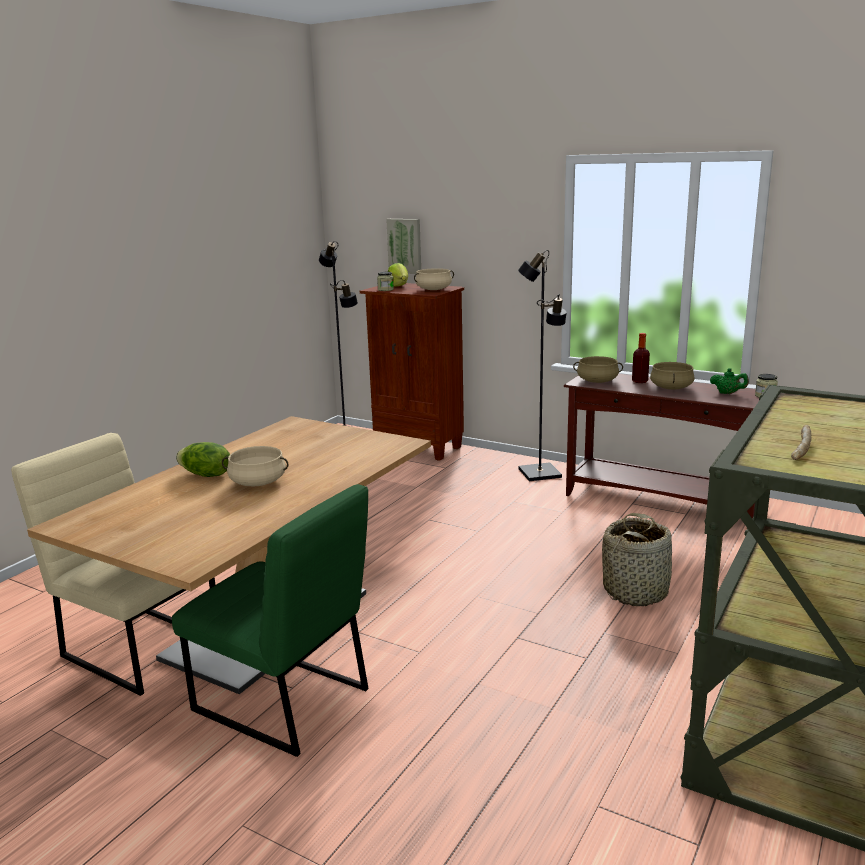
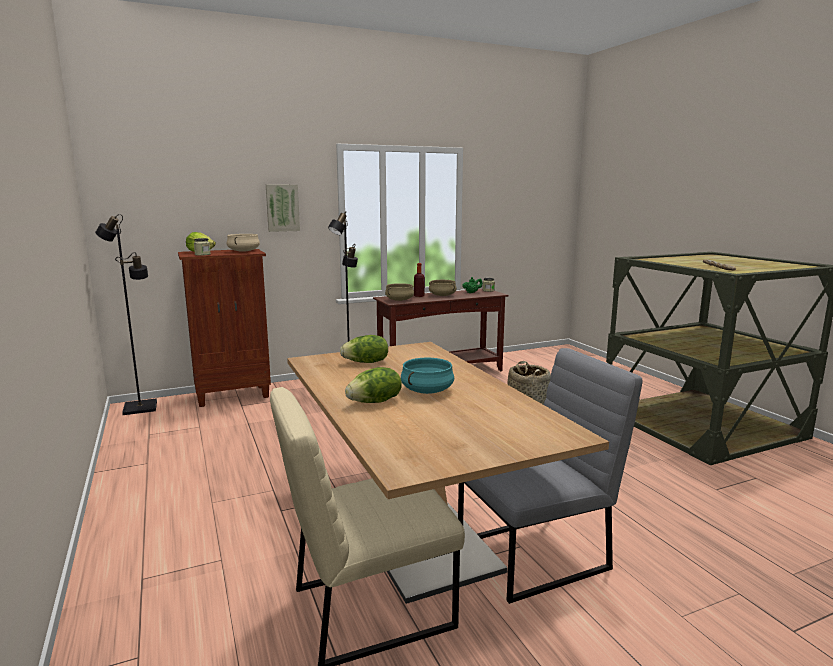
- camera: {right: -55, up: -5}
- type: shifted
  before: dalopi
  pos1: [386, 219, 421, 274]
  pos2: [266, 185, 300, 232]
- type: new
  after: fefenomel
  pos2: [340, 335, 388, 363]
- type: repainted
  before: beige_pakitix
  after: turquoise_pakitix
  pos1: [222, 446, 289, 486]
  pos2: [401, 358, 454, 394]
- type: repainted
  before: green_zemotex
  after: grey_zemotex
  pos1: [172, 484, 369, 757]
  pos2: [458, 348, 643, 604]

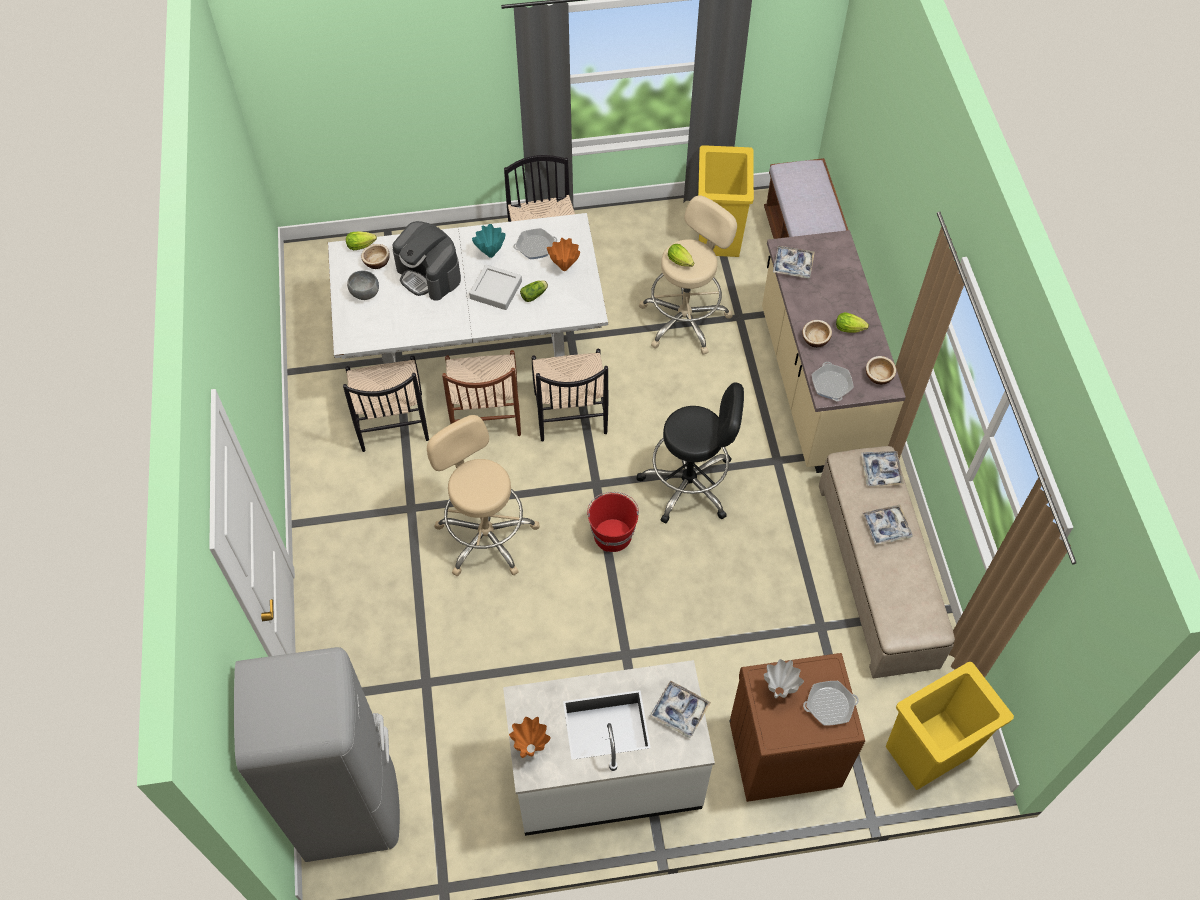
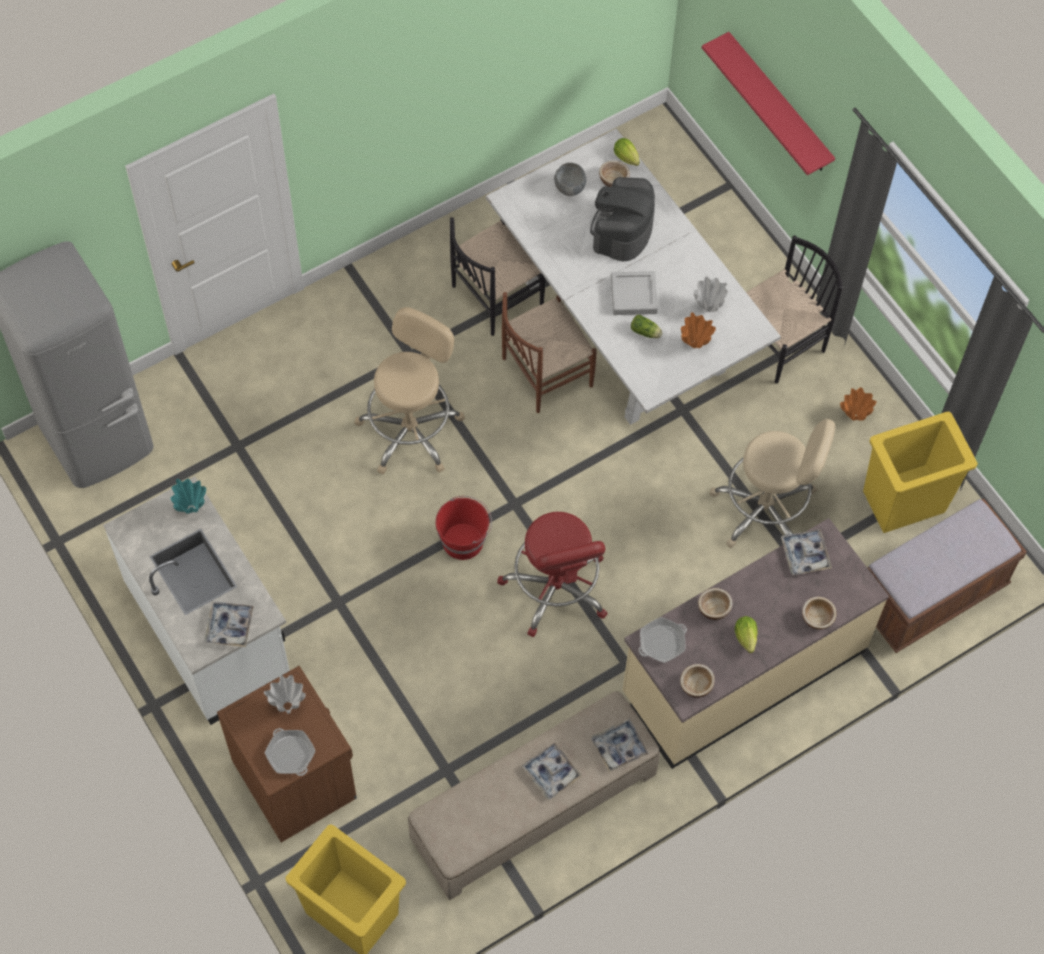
- camera: {right: 65, up: 5}
- type: shifted
  before: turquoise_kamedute
  pos1: [472, 224, 506, 258]
  pos2: [170, 479, 206, 514]
- type: repainted
  before: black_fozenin
  after: red_fozenin
  pos1: [636, 382, 744, 523]
  pos2: [497, 512, 607, 637]
- type: swapped
  before: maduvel
  after: white_kamedute
  pos1: [513, 228, 557, 259]
  pos2: [693, 276, 728, 312]
- type: new
  after: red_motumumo
  pos2: [702, 32, 835, 175]
- type: new
  after: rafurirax
  pos2: [802, 597, 837, 630]
- type: shifted
  before: orange_kamedute
  pos1: [509, 717, 551, 758]
  pos2: [840, 387, 877, 421]
- type: gone
  before: black_zemotex
  pos1: [532, 349, 608, 441]
- type: gone
  before: fefenomel
  pos1: [668, 244, 694, 267]

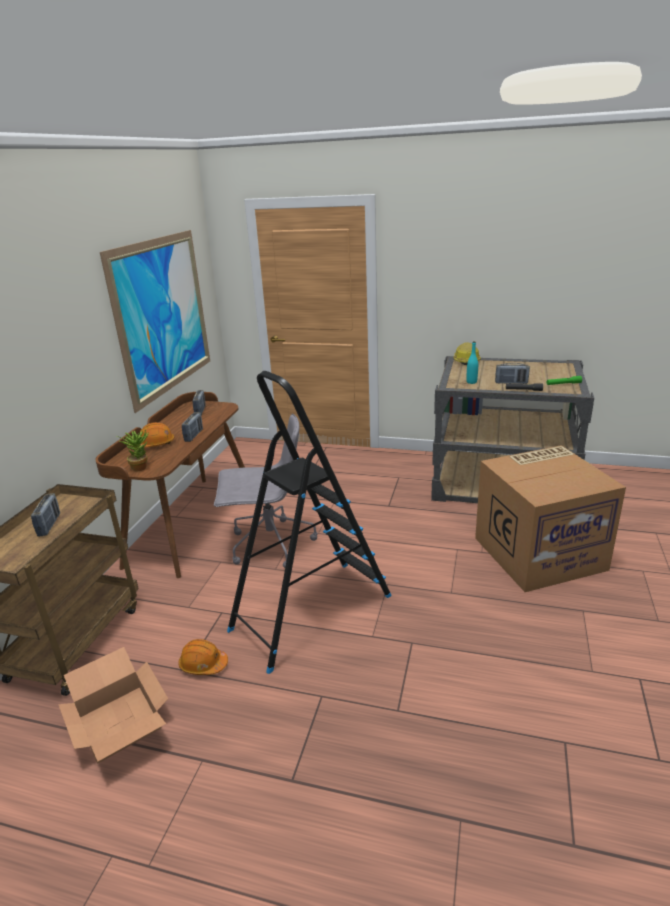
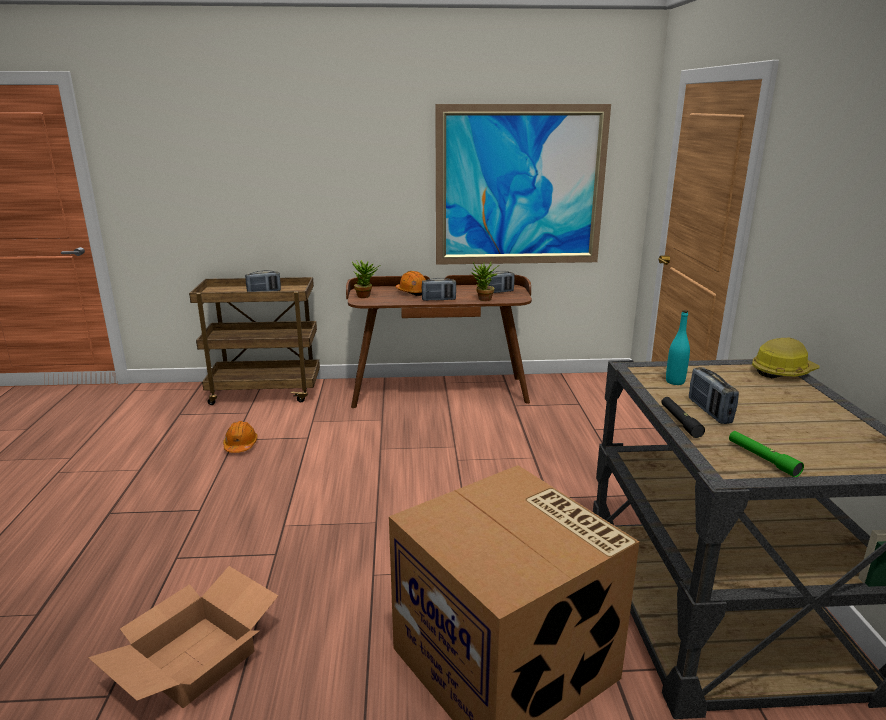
- camera: {right: 70, up: -5}
- type: shifted
  before: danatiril
  pos1: [58, 647, 168, 763]
  pos2: [88, 566, 278, 708]
- type: new
  after: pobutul
  pos2: [471, 262, 499, 301]
- type: gone
  before: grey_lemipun
  pos1: [214, 413, 318, 568]
- type: gone
  before: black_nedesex
  pos1: [227, 371, 392, 674]

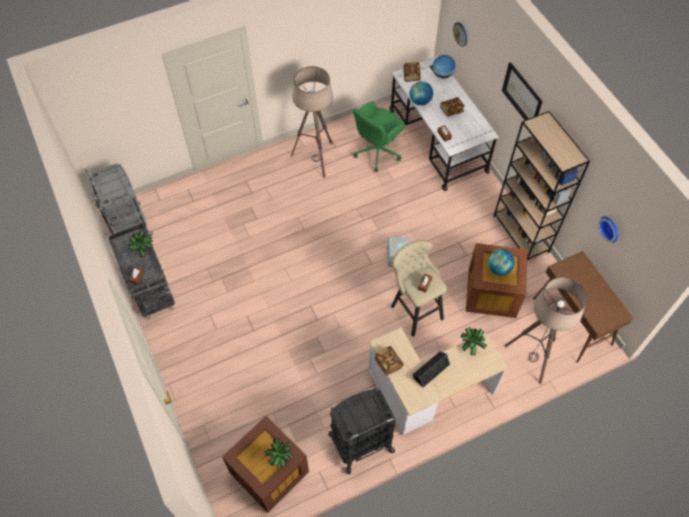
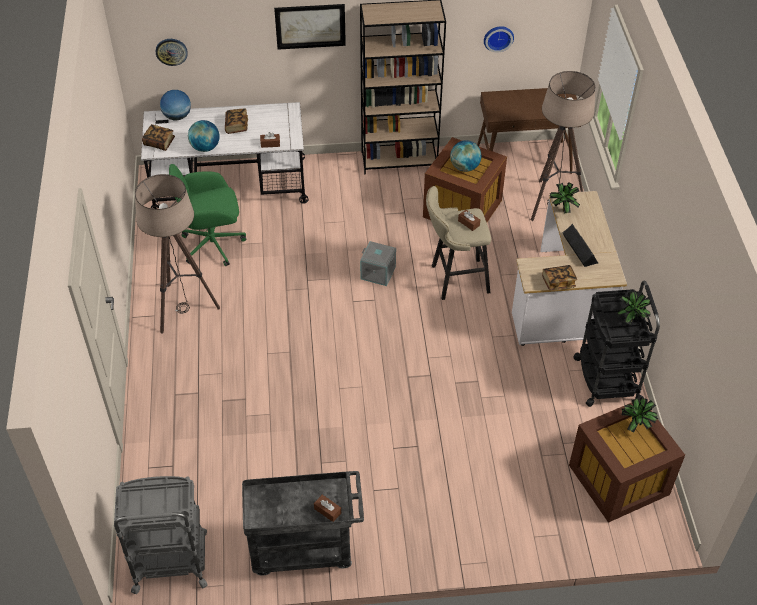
- camera: {right: -70, up: -10}
- type: rotated
  before: green_lemipun
  pos1: [353, 102, 405, 172]
  pos2: [169, 164, 246, 266]
  turn: 105
- type: shifted
  before: pobutul
  pos1: [128, 231, 153, 257]
  pos2: [618, 291, 651, 325]

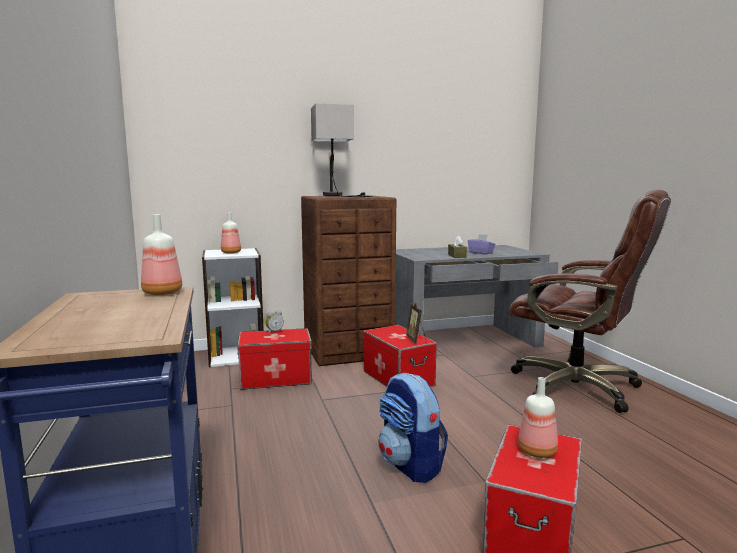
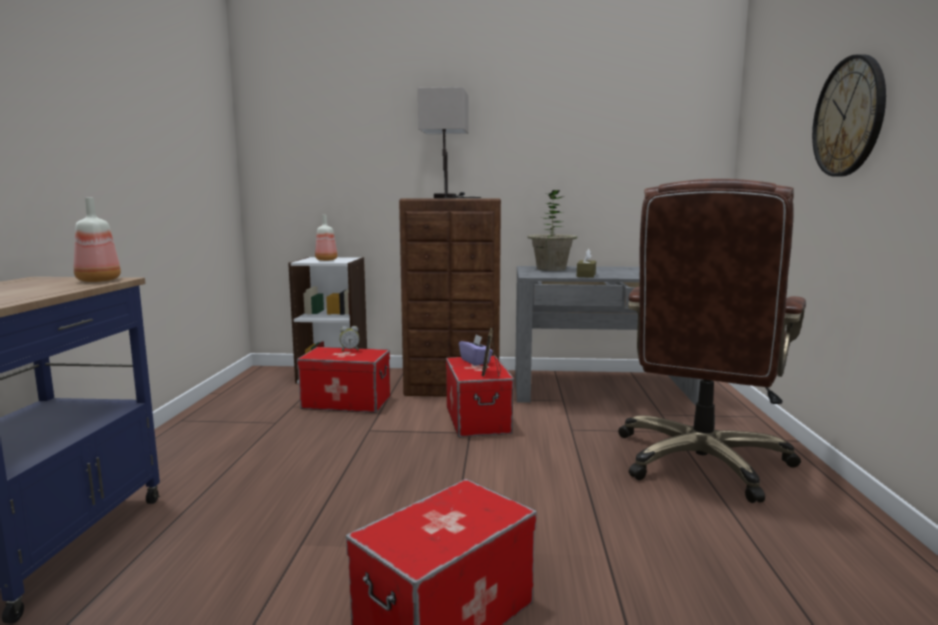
- camera: {right: 20, up: 0}
- type: shifted
  before: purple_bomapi
  pos1: [468, 234, 496, 254]
  pos2: [459, 335, 493, 366]
- type: new
  after: pobutul
  pos2: [527, 190, 578, 271]
- type: rotated
  before: brown_lemipun
  pos1: [509, 190, 671, 413]
  pos2: [618, 179, 806, 503]
  turn: 60
- type: new
  after: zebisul
  pos2: [812, 54, 886, 177]
- type: gone
  before: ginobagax
  pos1: [379, 373, 448, 483]
- type: gone
  before: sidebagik
  pos1: [518, 377, 558, 458]

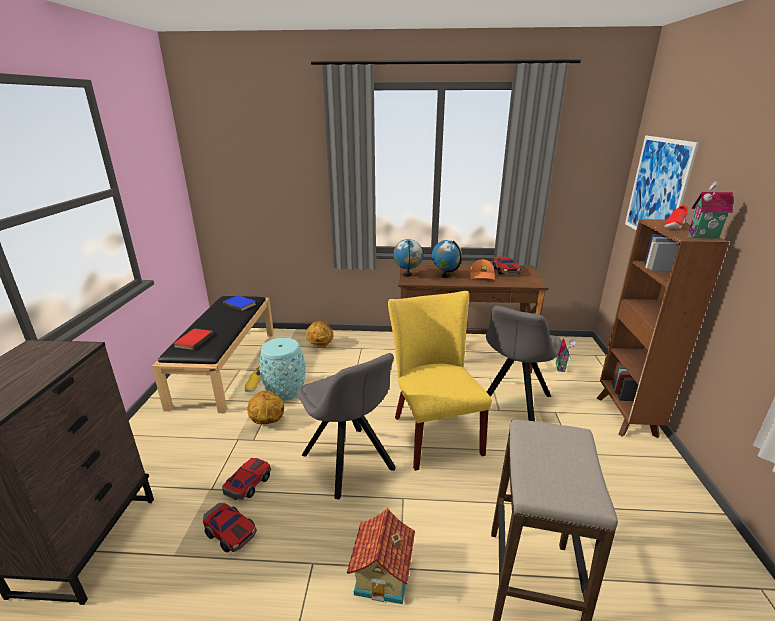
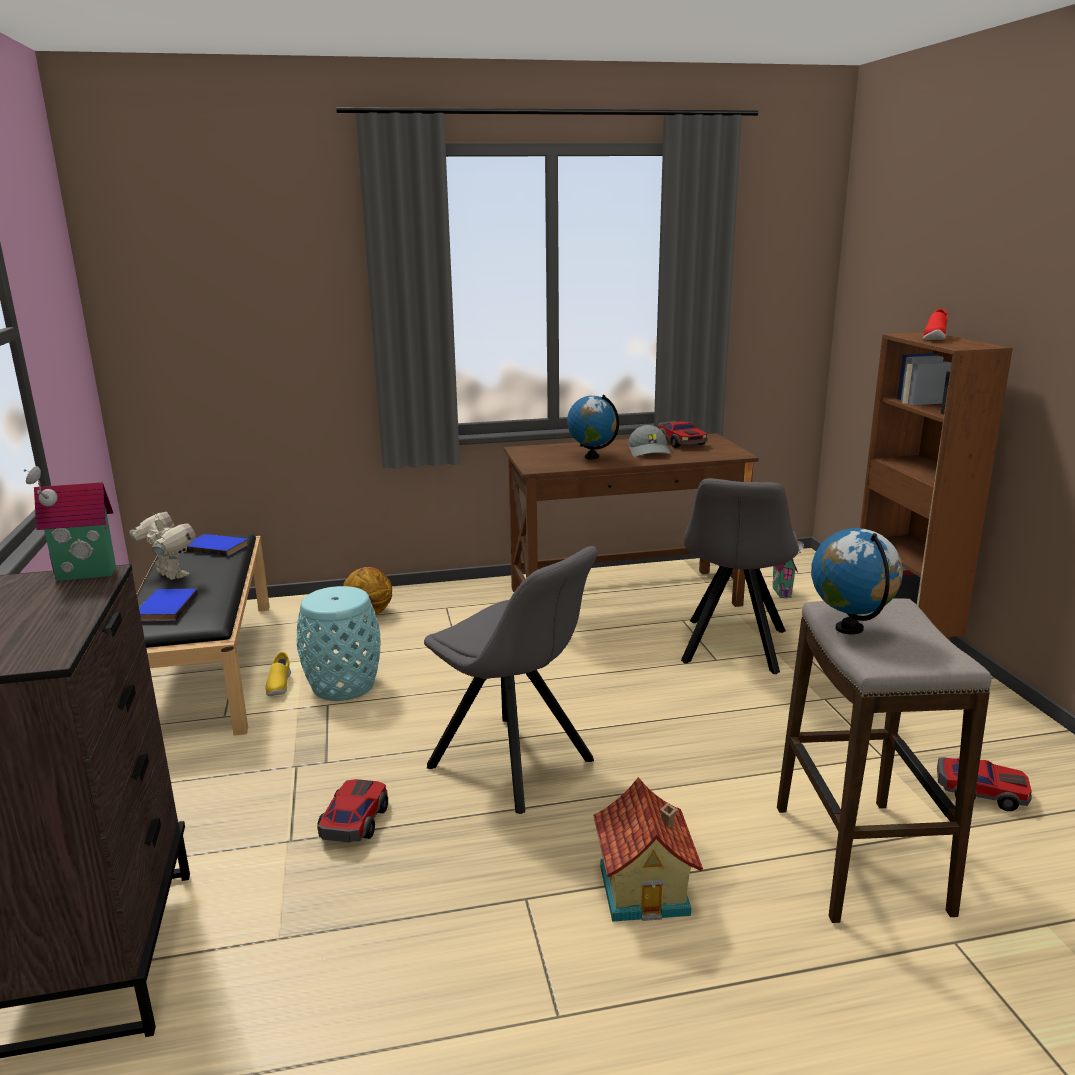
- camera: {right: -15, up: -5}
- type: shifted
  before: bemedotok
  pos1: [688, 181, 733, 238]
  pos2: [24, 466, 116, 581]
- type: new
  after: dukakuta
  pos2: [129, 512, 196, 580]
- type: repainted
  before: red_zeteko
  after: blue_zeteko
  pos1: [174, 329, 213, 350]
  pos2: [139, 588, 198, 622]
- type: repainted
  before: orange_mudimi
  after: grey_mudimi
  pos1: [470, 259, 495, 280]
  pos2: [628, 425, 672, 457]
- type: shifted
  before: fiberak
  pos1: [393, 239, 423, 277]
  pos2: [811, 528, 903, 634]
- type: shifted
  before: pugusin
  pos1: [203, 503, 257, 552]
  pos2: [937, 757, 1032, 811]
- type: gone
  before: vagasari
  pos1: [247, 391, 284, 424]
- type: gone
  before: yellow_zemotex
  pos1: [388, 291, 492, 471]
- type: gone
  before: dalopi
  pos1: [625, 136, 699, 230]

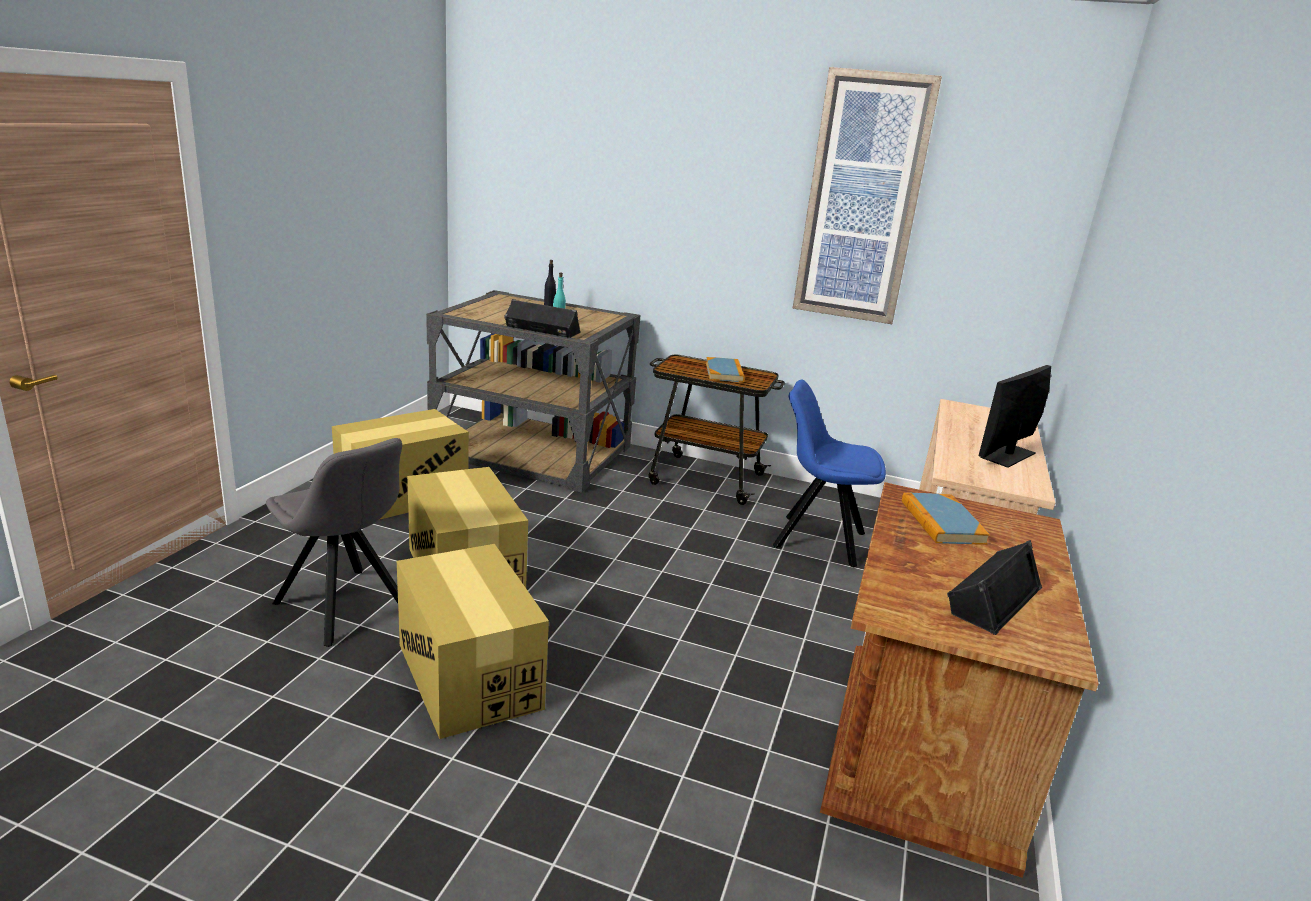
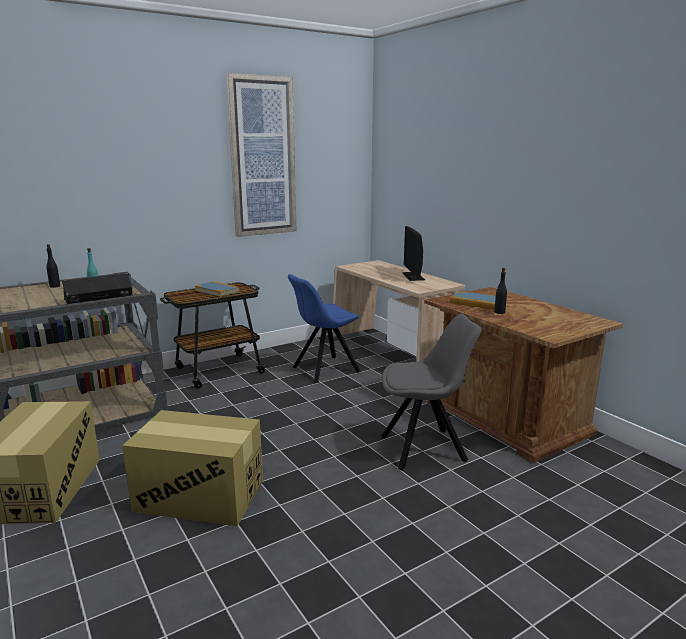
- camera: {right: -50, up: -5}
- type: shifted
  before: grey_zemotex
  pos1: [266, 438, 402, 647]
  pos2: [382, 314, 482, 470]
- type: new
  after: black_sidebagik
  pos2: [494, 268, 507, 314]
- type: gone
  before: danatiril
  pos1: [397, 544, 549, 739]
- type: gone
  before: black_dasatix
  pos1: [947, 540, 1042, 635]

